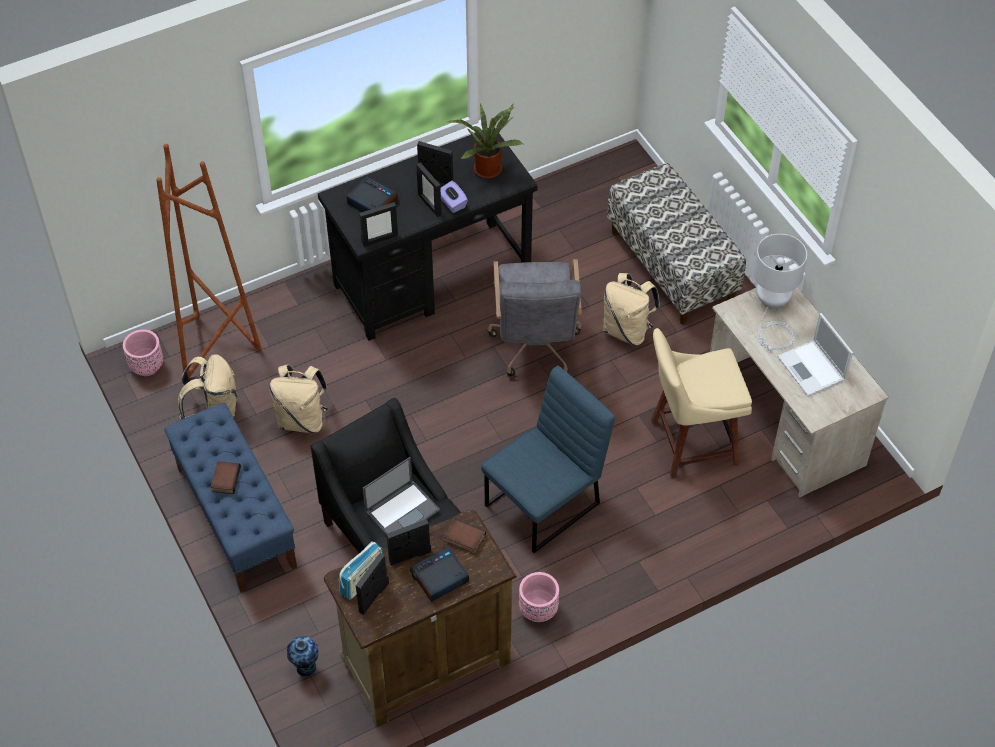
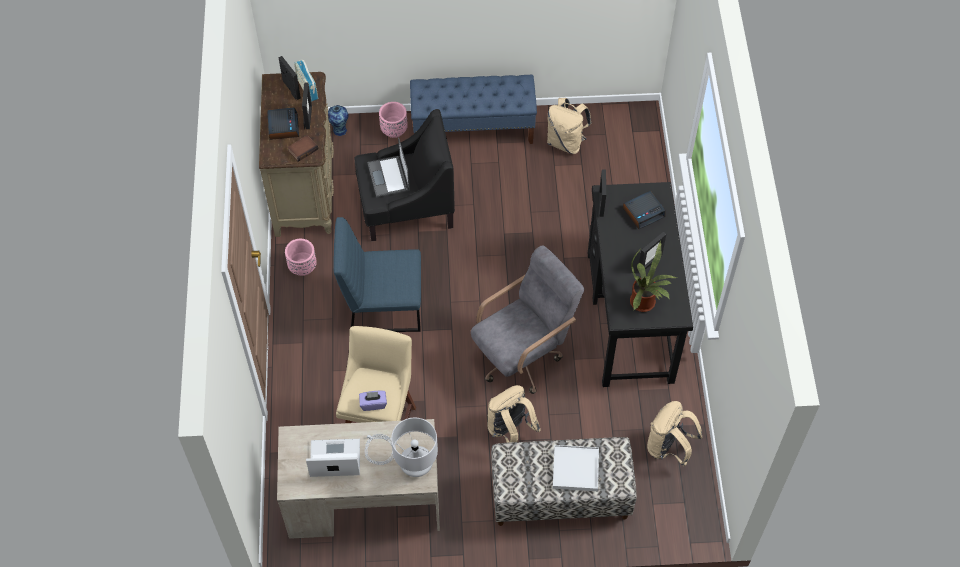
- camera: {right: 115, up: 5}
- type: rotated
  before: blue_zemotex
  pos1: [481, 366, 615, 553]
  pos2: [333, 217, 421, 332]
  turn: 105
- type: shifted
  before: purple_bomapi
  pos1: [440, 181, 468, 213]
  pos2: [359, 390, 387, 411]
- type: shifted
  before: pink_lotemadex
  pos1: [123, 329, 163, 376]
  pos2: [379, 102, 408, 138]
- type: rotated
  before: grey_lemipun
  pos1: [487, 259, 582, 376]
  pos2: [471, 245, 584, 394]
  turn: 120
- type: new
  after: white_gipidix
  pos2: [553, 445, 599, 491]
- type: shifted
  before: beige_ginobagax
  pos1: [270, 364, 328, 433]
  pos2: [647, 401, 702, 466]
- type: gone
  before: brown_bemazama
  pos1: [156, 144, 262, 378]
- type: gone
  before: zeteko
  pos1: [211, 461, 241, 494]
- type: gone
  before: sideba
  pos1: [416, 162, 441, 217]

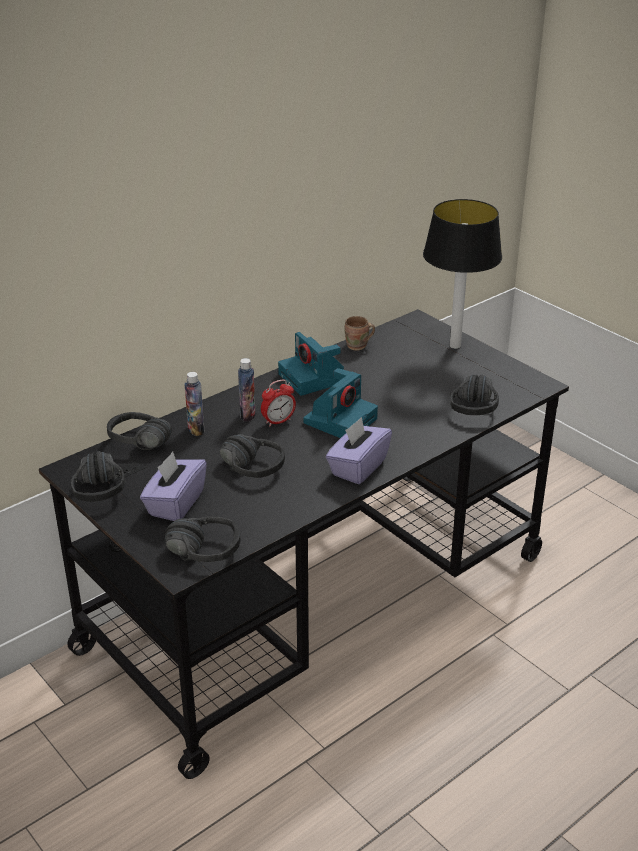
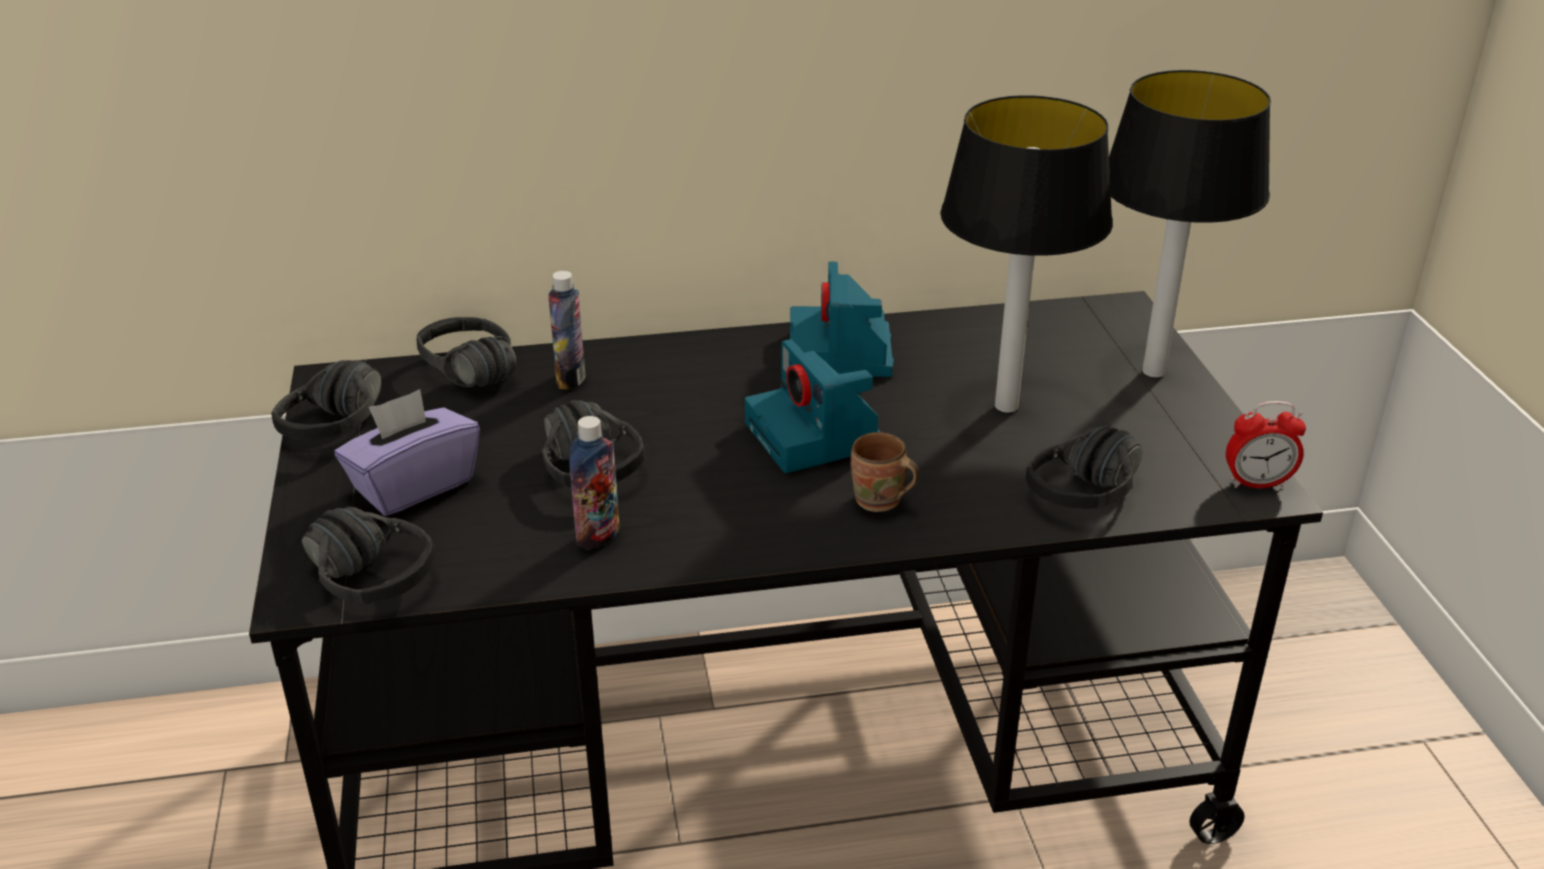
- camera: {right: 30, up: 0}
- type: shifted
  before: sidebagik
  pos1: [238, 358, 256, 422]
  pos2: [569, 416, 619, 550]
- type: rotated
  before: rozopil
  pos1: [303, 368, 378, 438]
  pos2: [745, 339, 880, 473]
  turn: 90
- type: shifted
  before: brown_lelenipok
  pos1: [344, 316, 375, 351]
  pos2: [851, 432, 919, 512]
- type: new
  after: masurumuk
  pos2: [940, 95, 1113, 413]
- type: shifted
  before: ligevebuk
  pos1: [261, 379, 296, 427]
  pos2: [1226, 401, 1306, 488]
- type: gone
  before: purple_bomapi
  pos1: [326, 417, 392, 484]

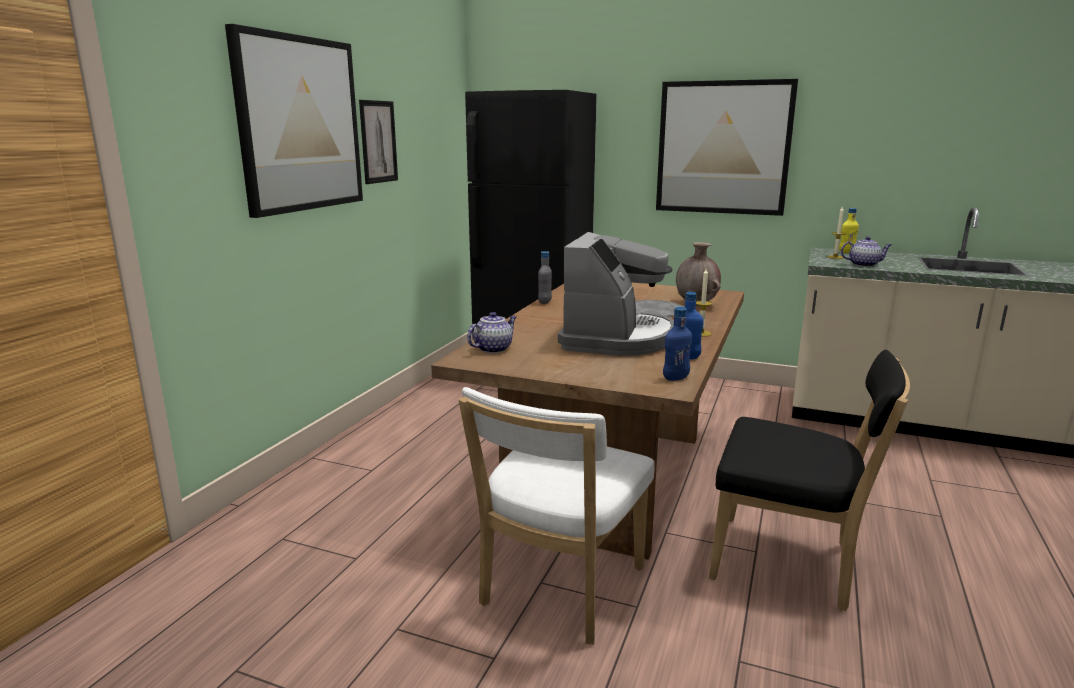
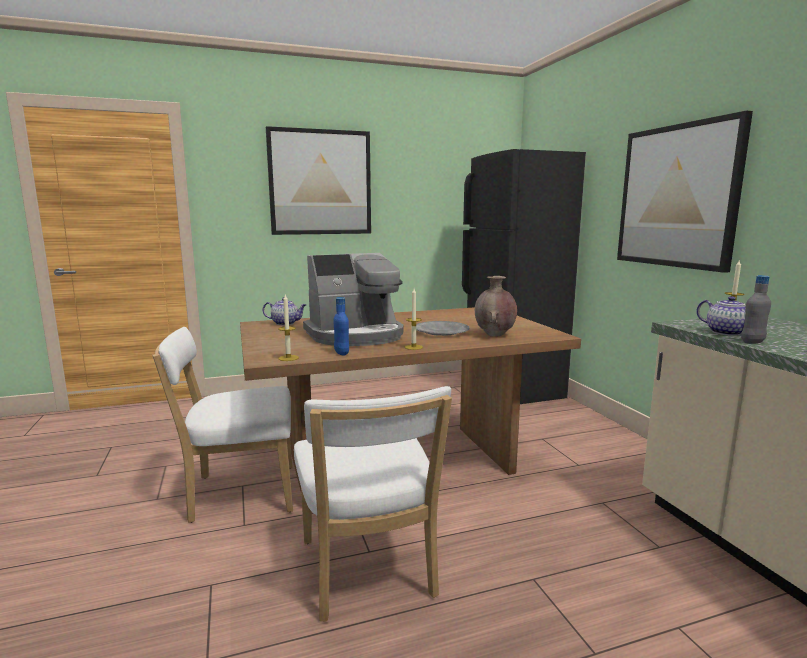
- camera: {right: 50, up: -5}
- type: swapped
  before: blue_sidebagik
  after: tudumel
  pos1: [663, 307, 692, 381]
  pos2: [278, 295, 299, 361]
- type: repainted
  before: black_zemotex
  after: white_zemotex
  pos1: [709, 350, 910, 611]
  pos2: [294, 386, 452, 621]
- type: shifted
  before: grey_sidebagik
  pos1: [538, 251, 552, 304]
  pos2: [741, 275, 771, 344]
- type: gone
  before: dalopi
  pos1: [359, 100, 398, 184]
- type: gone
  before: yellow_sidebagik
  pos1: [839, 208, 859, 253]

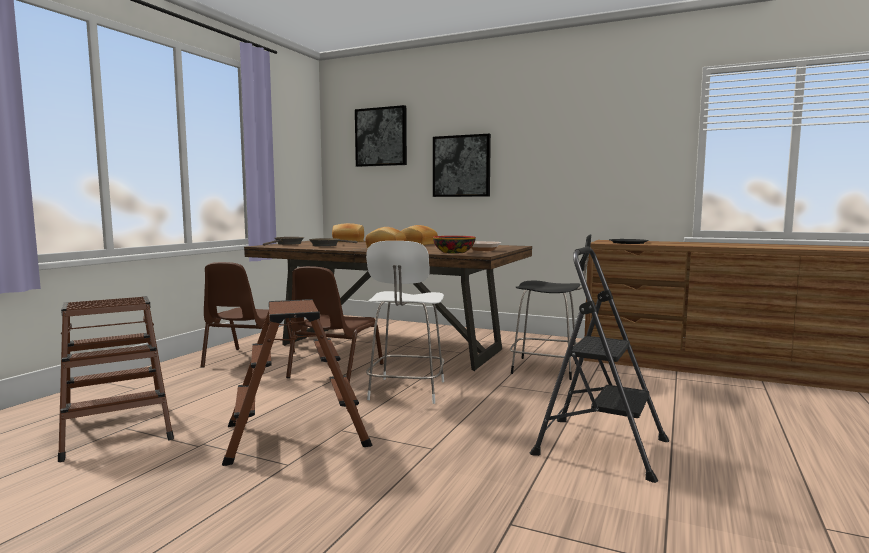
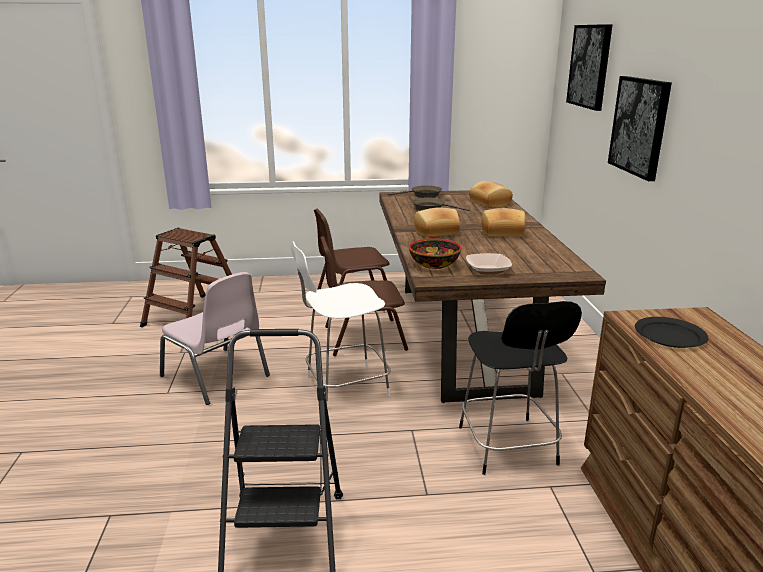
- camera: {right: 60, up: 15}
- type: swapped
  before: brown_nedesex
  after: pink_zemotex
  pos1: [222, 299, 372, 466]
  pos2: [160, 272, 270, 405]

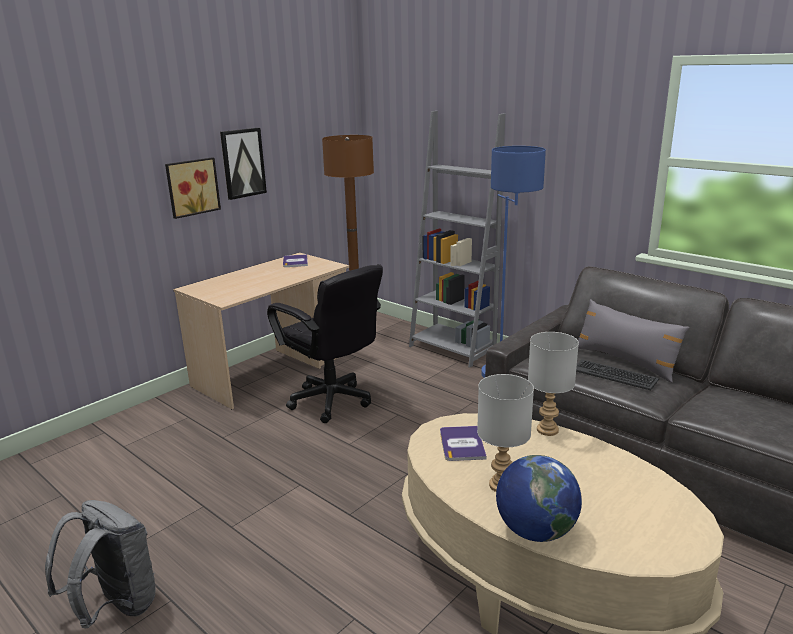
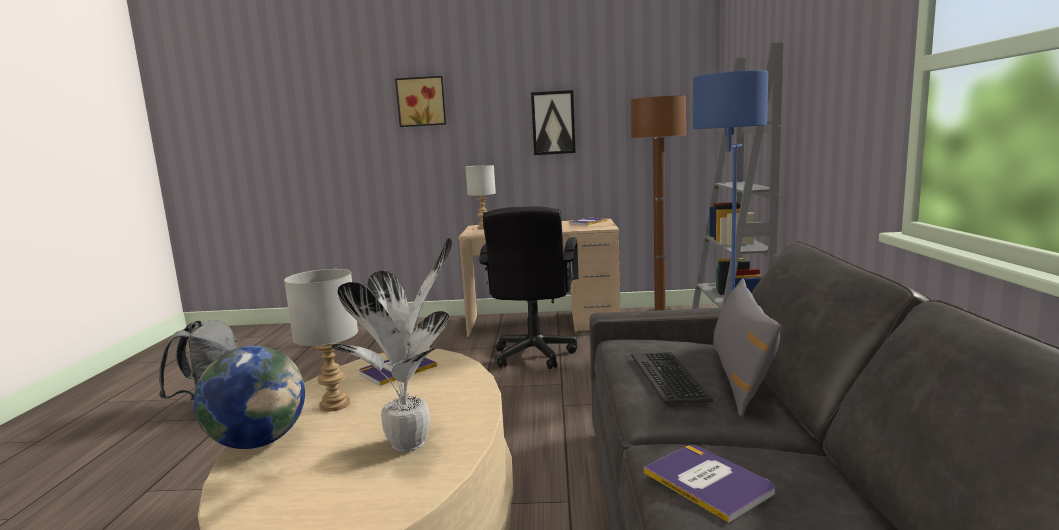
- camera: {right: 50, up: -10}
- type: new
  after: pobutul
  pos2: [331, 238, 452, 452]
- type: shifted
  before: dalopi
  pos1: [165, 157, 221, 219]
  pos2: [395, 76, 446, 127]
- type: shifted
  before: grey_masurumuk
  pos1: [528, 332, 579, 436]
  pos2: [465, 165, 496, 229]
- type: new
  after: zeteko
  pos2: [644, 445, 775, 523]

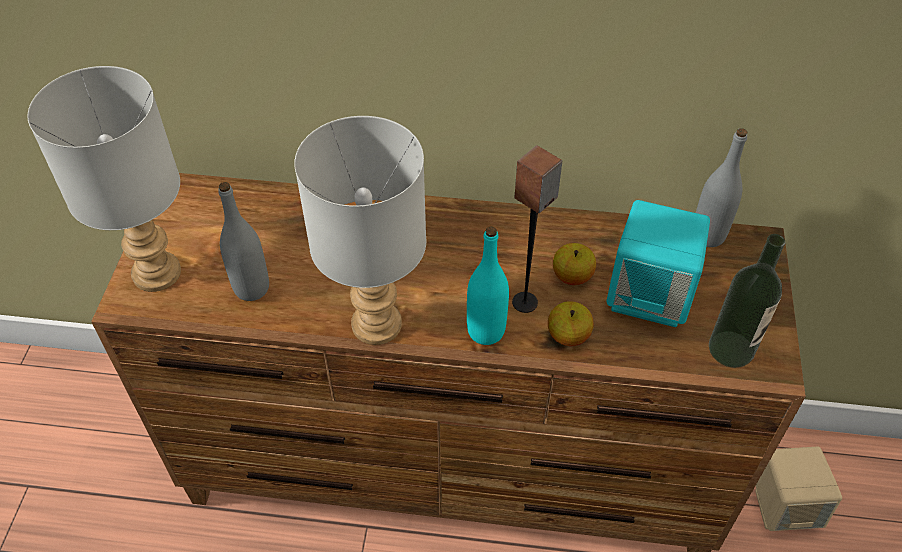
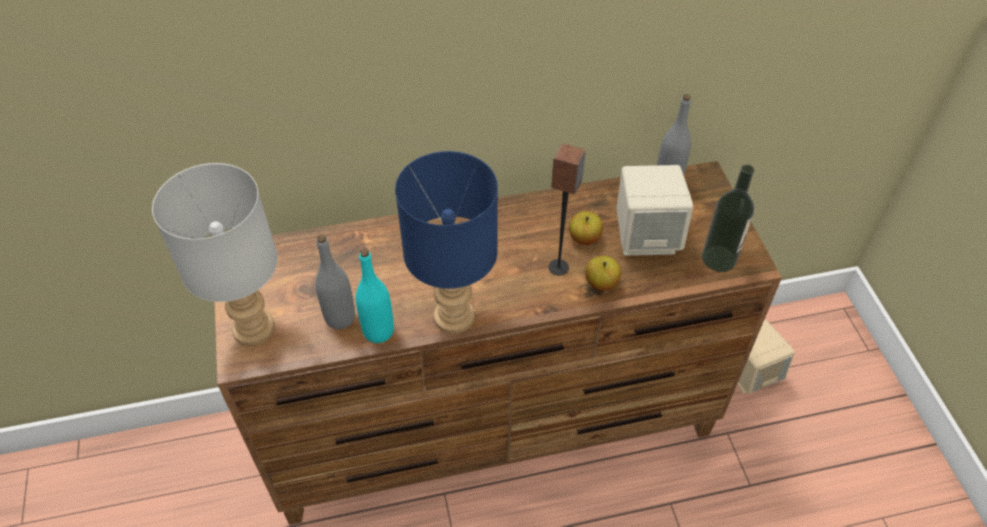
- camera: {right: -20, up: 0}
- type: shifted
  before: turquoise_sidebagik
  pos1: [467, 226, 509, 345]
  pos2: [356, 249, 394, 343]
- type: repainted
  before: grey_masurumuk
  after: blue_masurumuk
  pos1: [294, 116, 426, 345]
  pos2: [395, 151, 498, 334]
- type: repainted
  before: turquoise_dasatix
  after: beige_dasatix
  pos1: [606, 200, 710, 327]
  pos2: [616, 165, 693, 256]

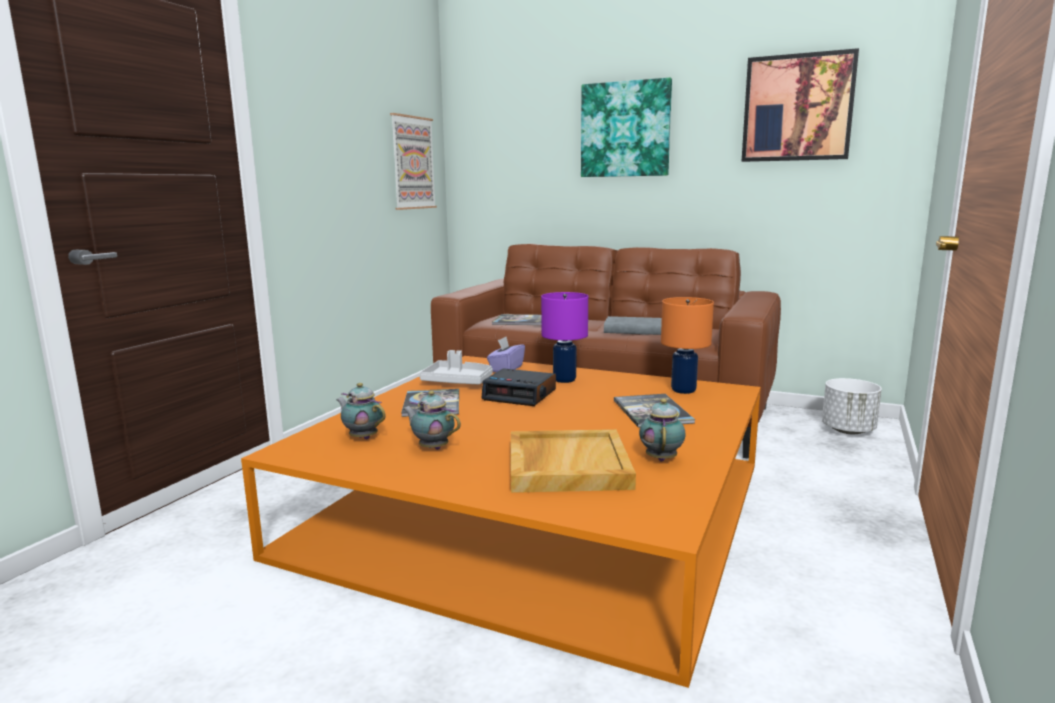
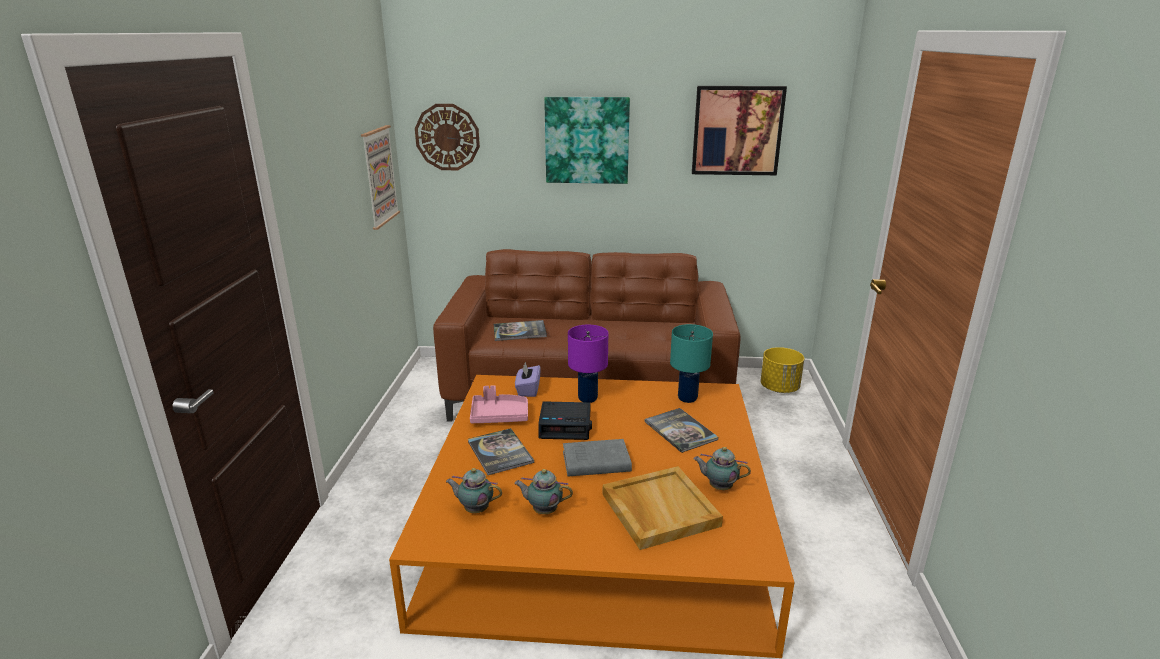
- camera: {right: -20, up: 10}
- type: new
  after: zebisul
  pos2: [415, 104, 480, 170]
- type: repainted
  before: grey_gipidix
  after: pink_gipidix
  pos1: [420, 350, 493, 385]
  pos2: [470, 385, 528, 423]
- type: shifted
  before: grey_zeteko
  pos1: [604, 316, 662, 335]
  pos2: [563, 439, 632, 476]
- type: repainted
  before: orange_masurumuk
  after: turquoise_masurumuk
  pos1: [661, 297, 714, 394]
  pos2: [670, 324, 713, 403]
- type: rotated
  before: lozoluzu
  pos1: [639, 399, 686, 462]
  pos2: [693, 447, 751, 490]
  turn: -60
- type: repainted
  before: white_lotemadex
  after: yellow_lotemadex
  pos1: [822, 378, 882, 434]
  pos2: [760, 347, 804, 393]

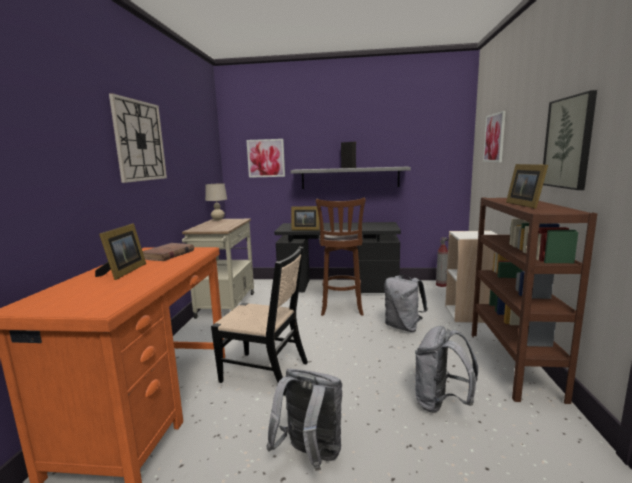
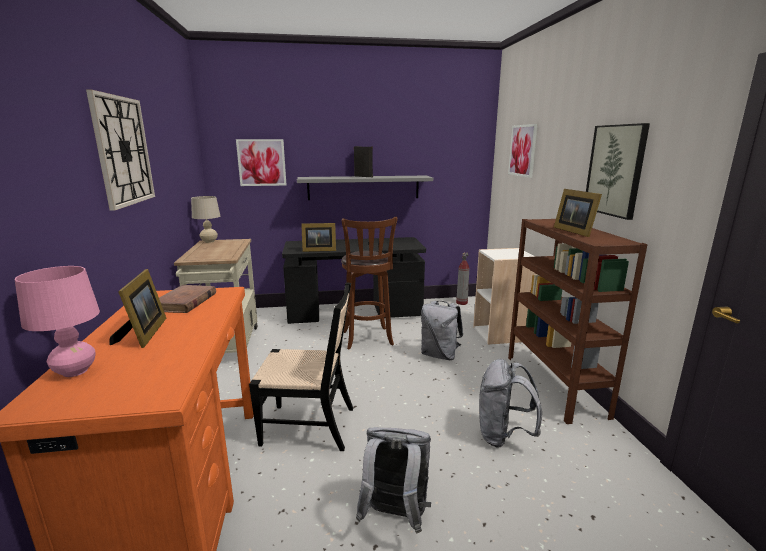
- camera: {right: -15, up: 5}
- type: new
  after: pink_masurumuk
  pos2: [14, 266, 100, 377]

